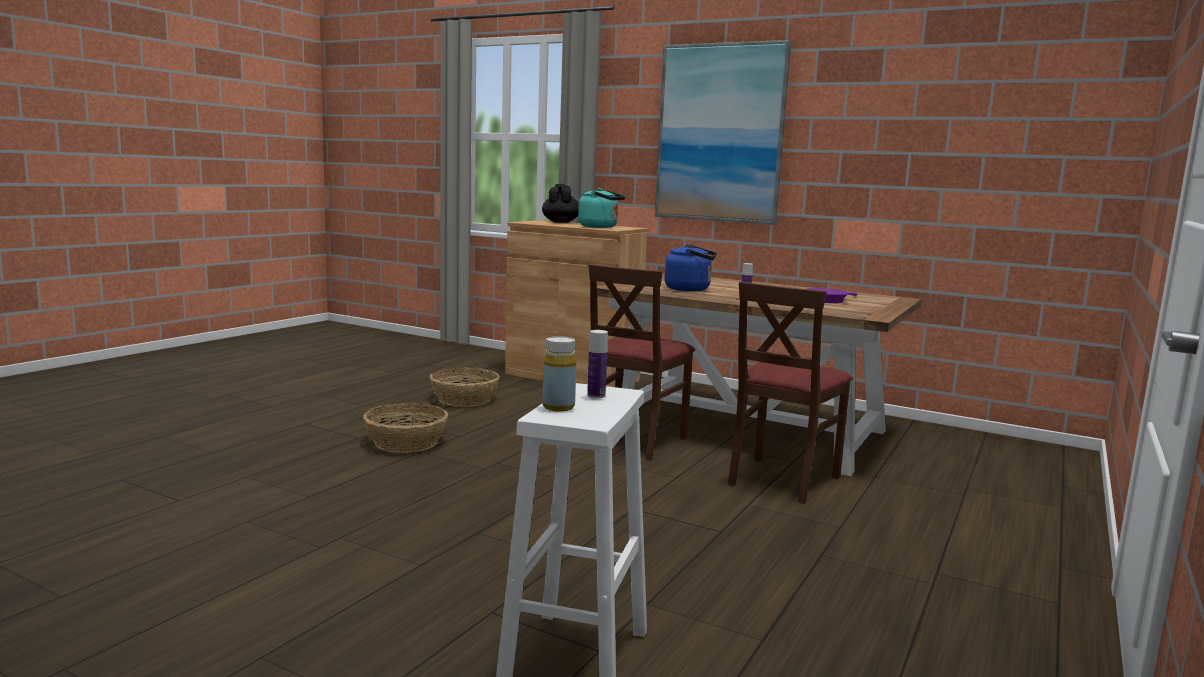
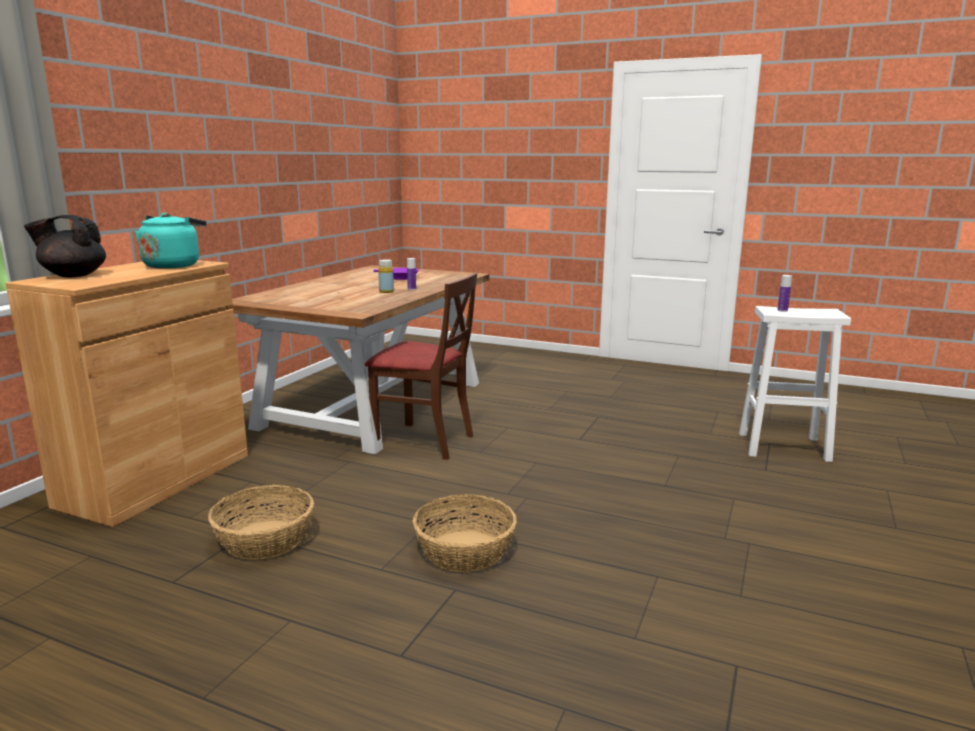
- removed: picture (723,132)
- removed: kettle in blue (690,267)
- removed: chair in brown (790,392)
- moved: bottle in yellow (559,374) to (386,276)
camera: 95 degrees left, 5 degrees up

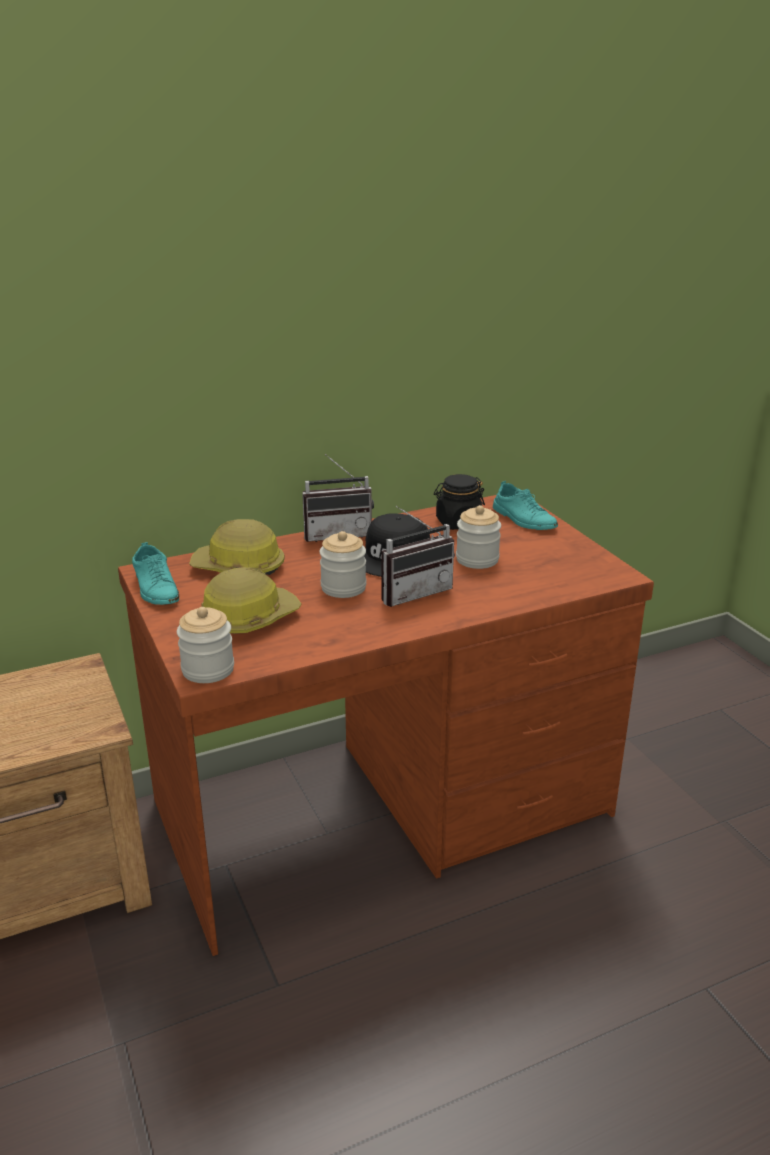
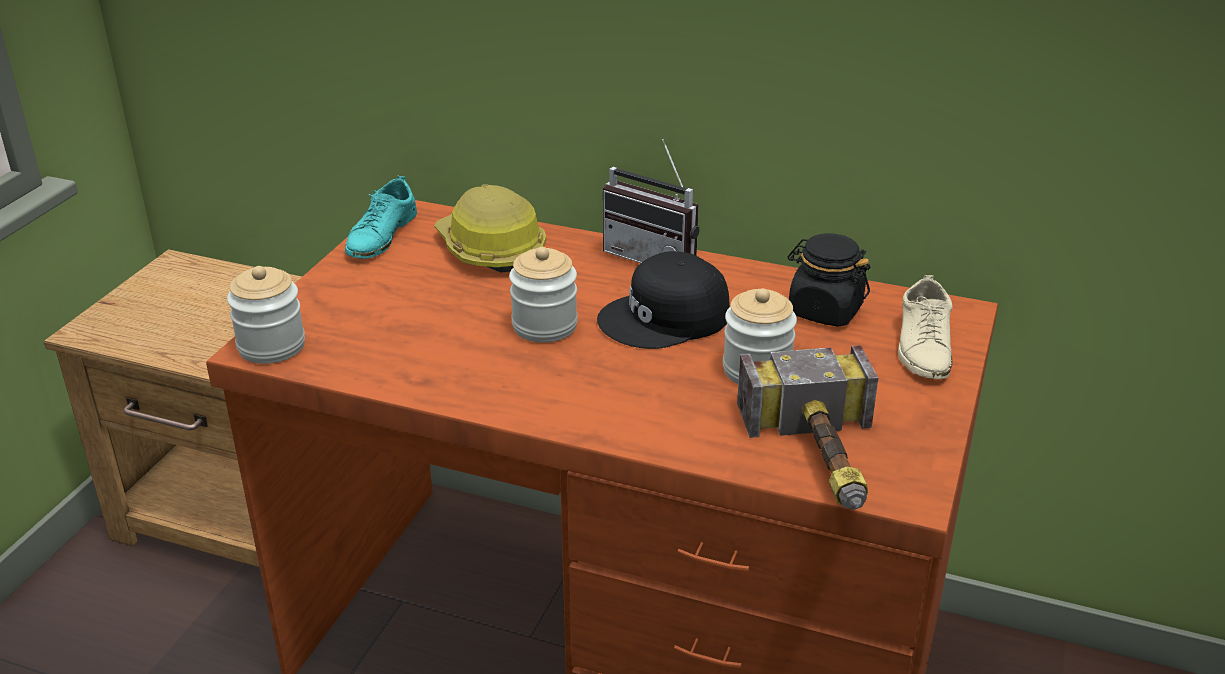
- removed: hard hat (251,600)
- removed: radio (418,556)
- added: hammer (807,427)
- recoloured: shoe in turquoise (525,505) to shoe in beige (925,327)
camera: 45 degrees right, 5 degrees up

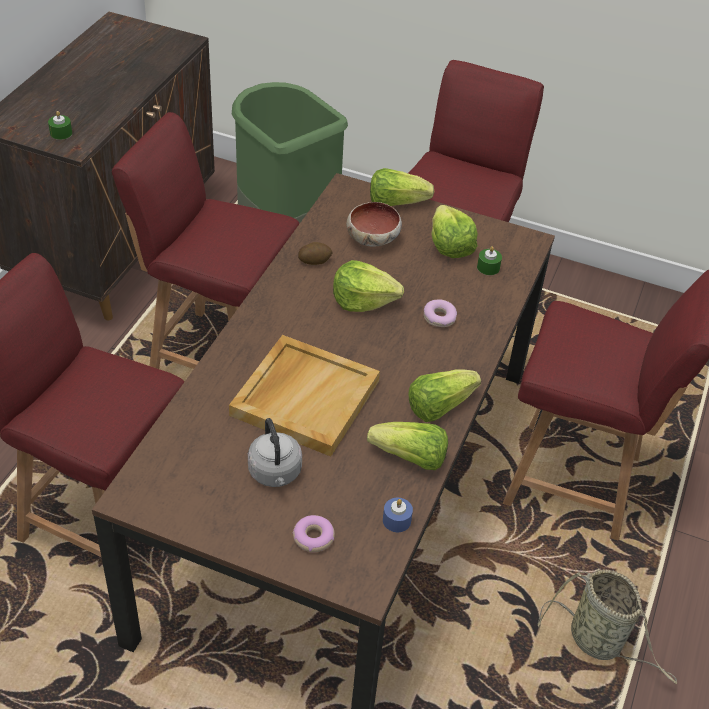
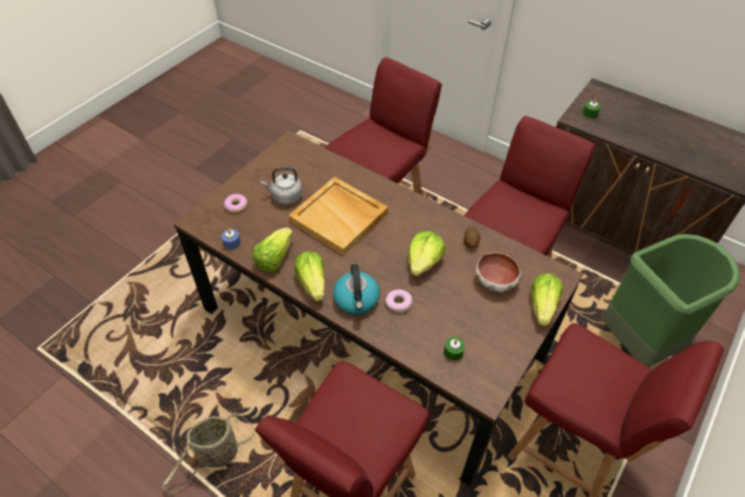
- removed: lettuce (454,231)
- added: kettle (356,289)
camera: 105 degrees right, 5 degrees up

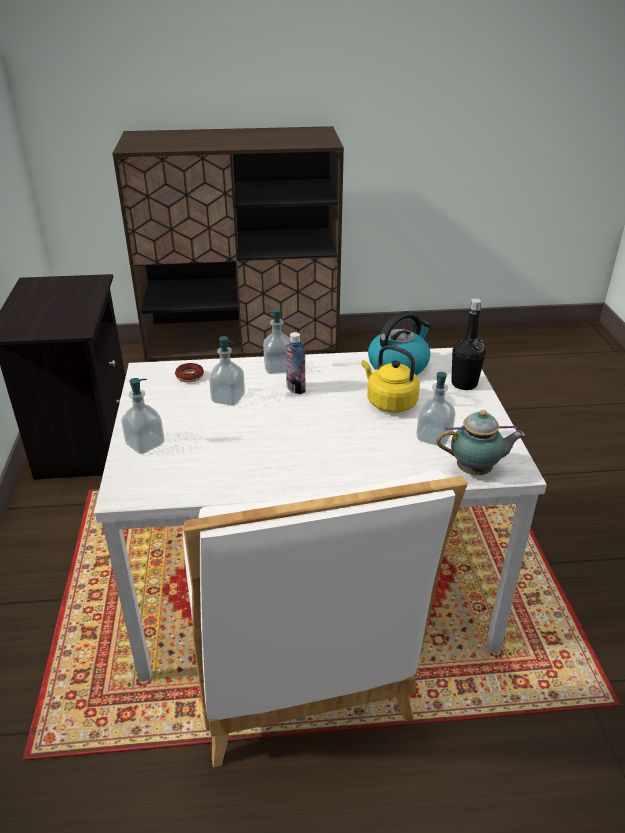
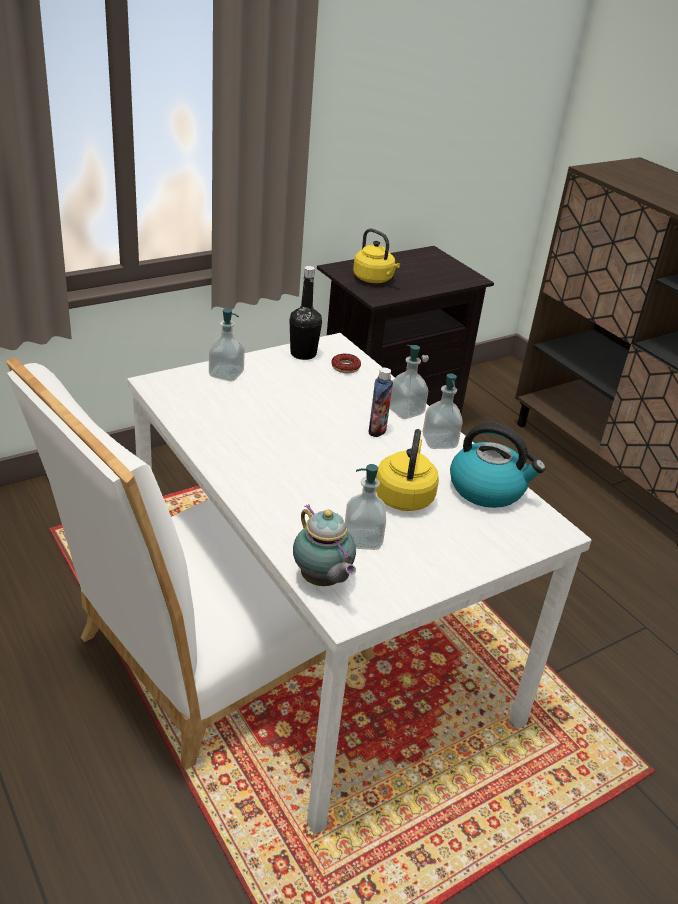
- added: kettle in yellow (376,256)
- moved: soap dispenser (227,371) to (443,411)
- moved: bottle in black (468,344) to (306,313)
camera: 60 degrees right, 0 degrees up

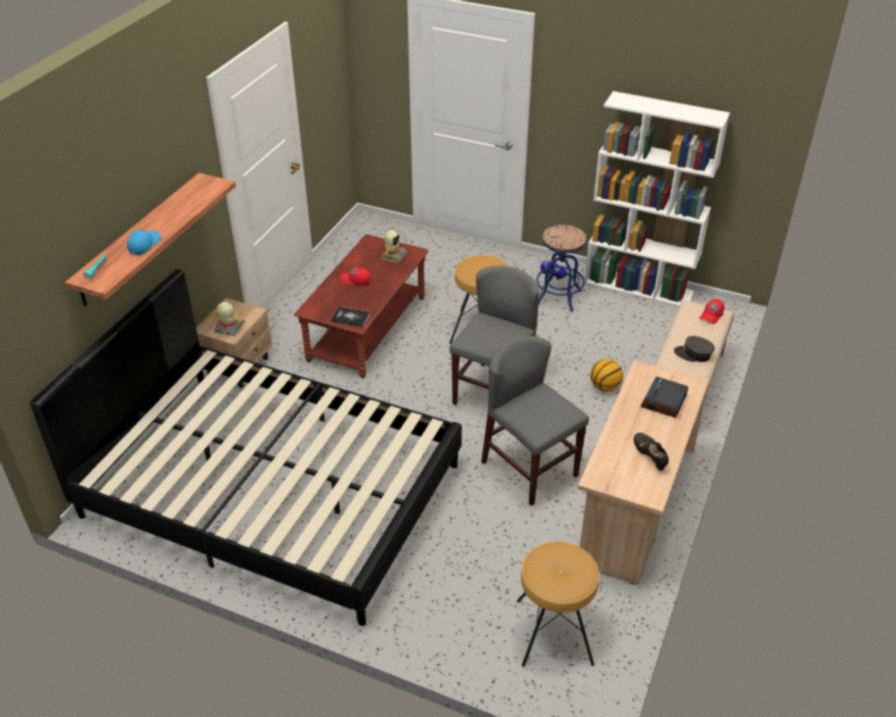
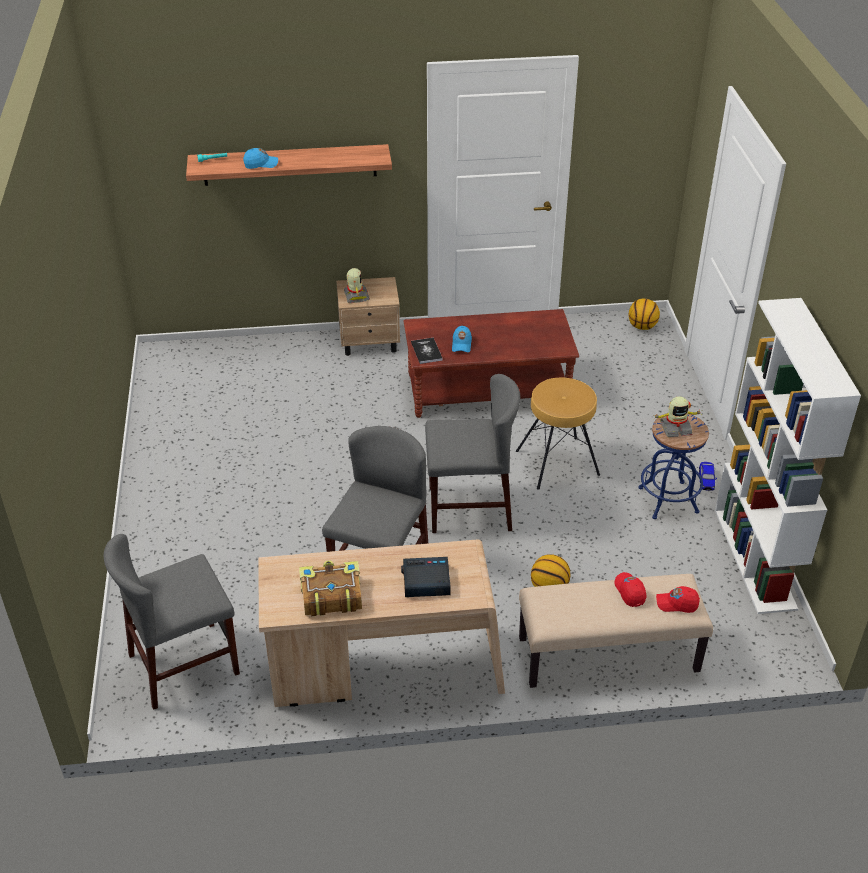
- removed: bed in black (246,447)
- removed: cap in grey (694,349)
- added: cap in blue (462,339)
- added: basketball (644,314)
- moved: cap in red (356,276) to (630,589)
- moved: toy robot (394,246) to (678,416)
- replaced: stool in brown (558,604) to chair in grey (172,622)
- replaced: shoe in black (651,452) to book (330,588)
camera: 60 degrees right, 0 degrees up

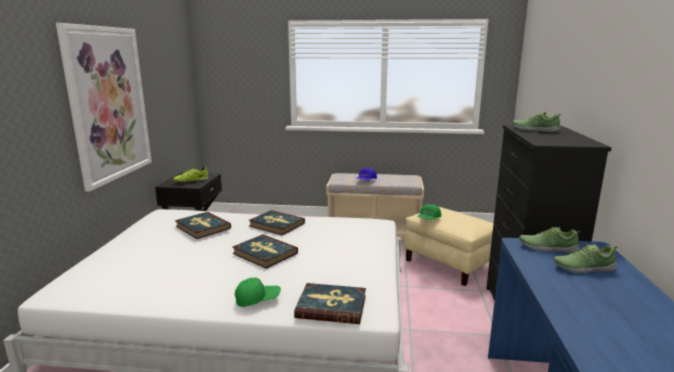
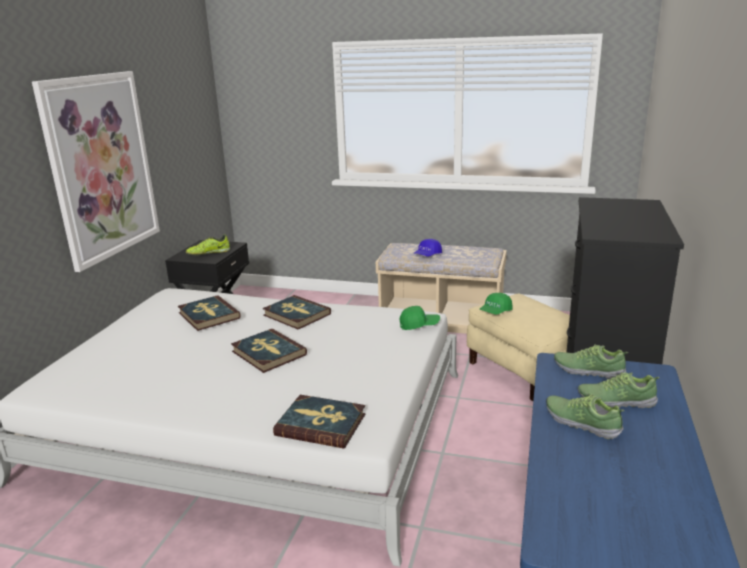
- moved: cap in green (258,292) to (420,318)
- moved: shoe (537,122) to (585,416)
camera: 10 degrees right, 5 degrees up

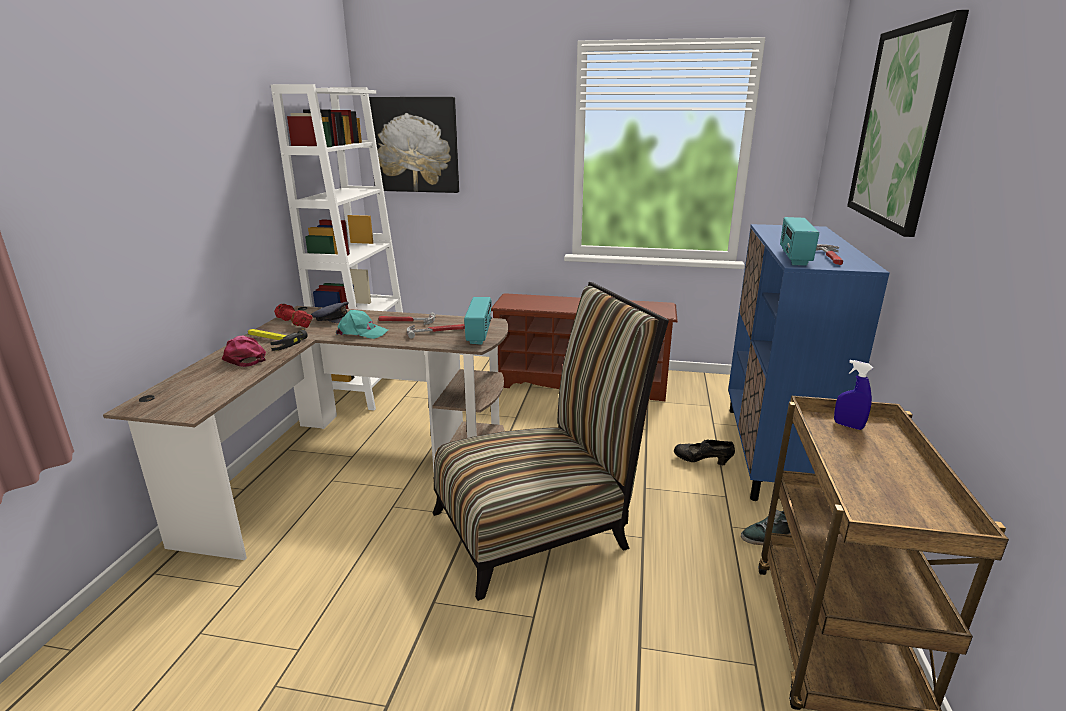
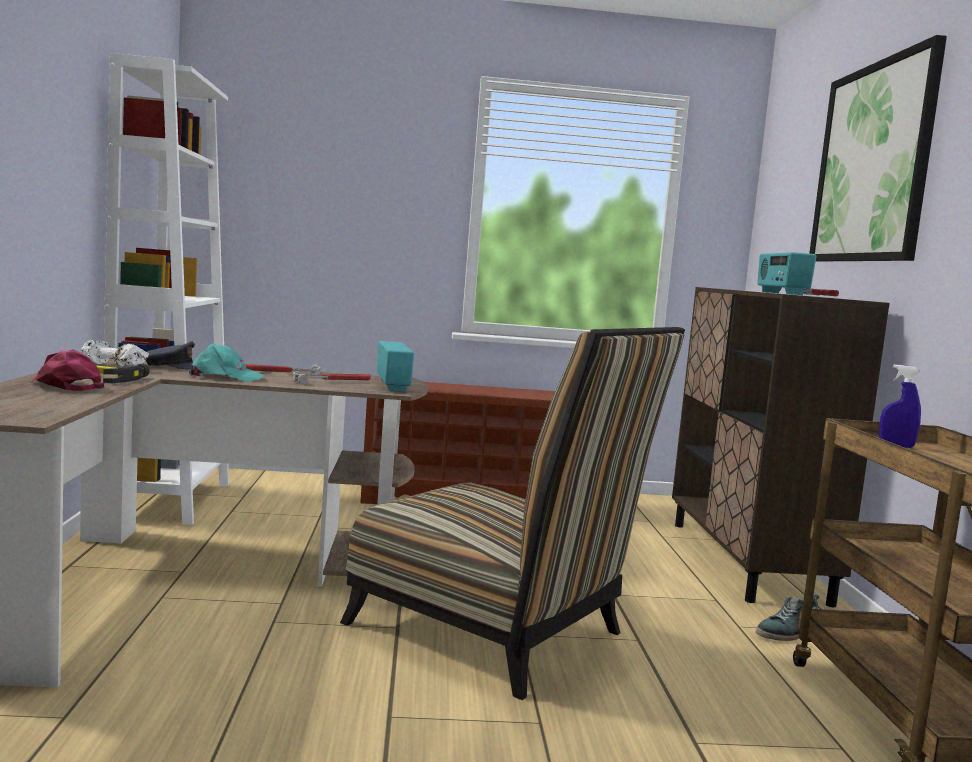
- removed: picture (414,145)
- removed: shoe in black (704,452)
- recoloured: dumbbell in red (293,316) to dumbbell in white (115,353)
- recoloured: cabinet in blue (809,362) to cabinet in brown (781,447)
- turned: chair (551,441) = (512,513) 75 degrees clockwise
camera: 15 degrees left, 15 degrees down

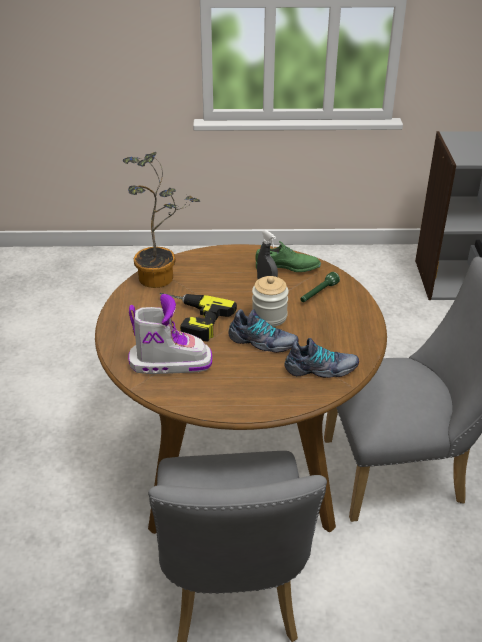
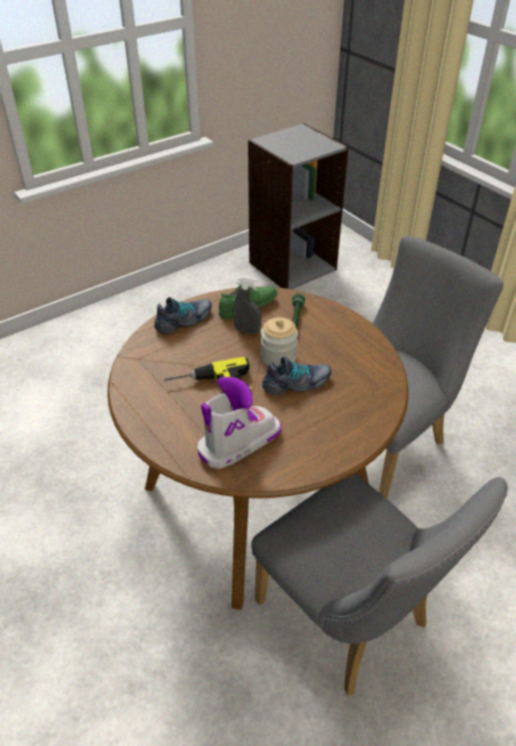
- removed: potted plant (161,220)
- moved: shoe (321,358) to (183,315)
camera: 35 degrees left, 5 degrees up

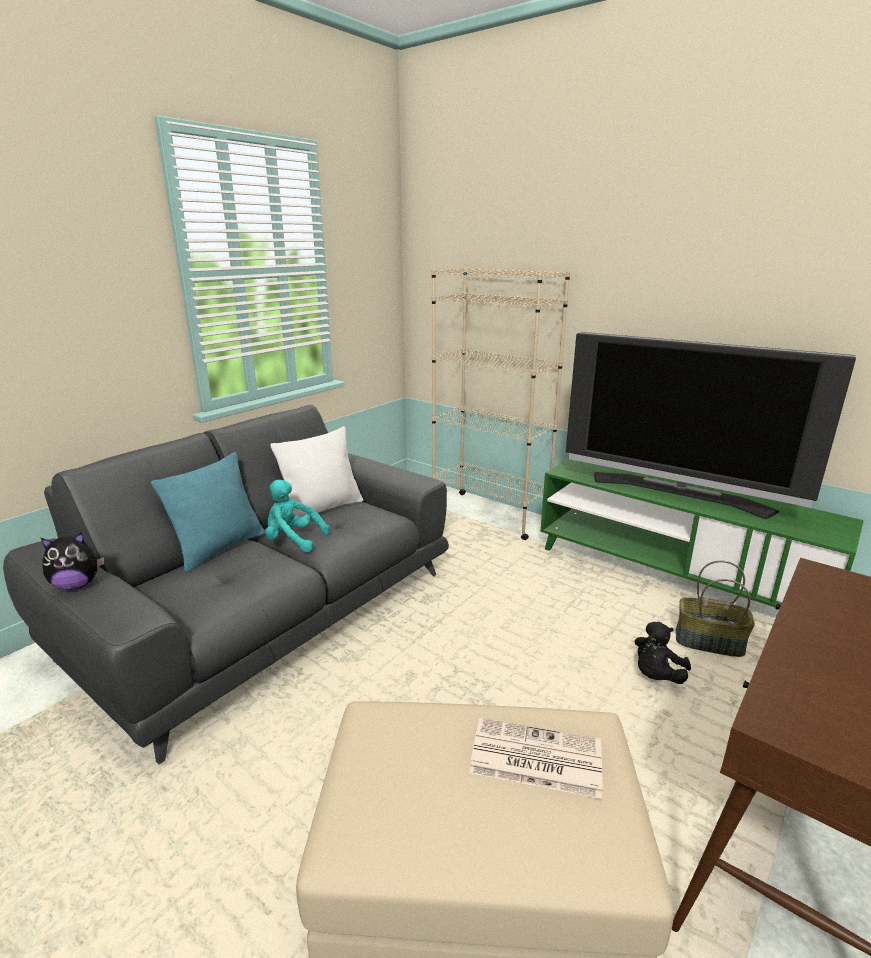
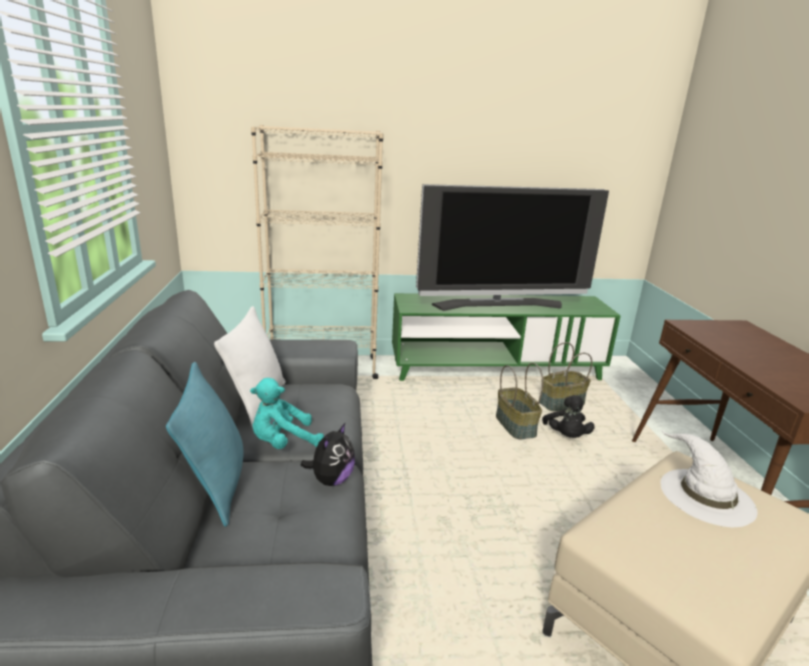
- added: basket (520,401)
- moved: plush toy (72,561) to (328,454)
- replaced: newspaper (535,758) to hat in white (709,478)
camera: 45 degrees left, 0 degrees up

